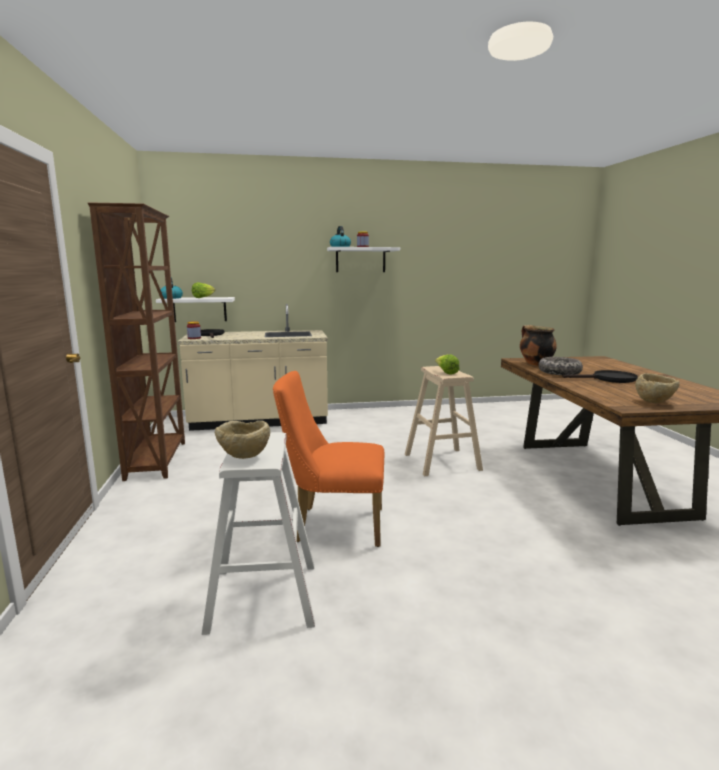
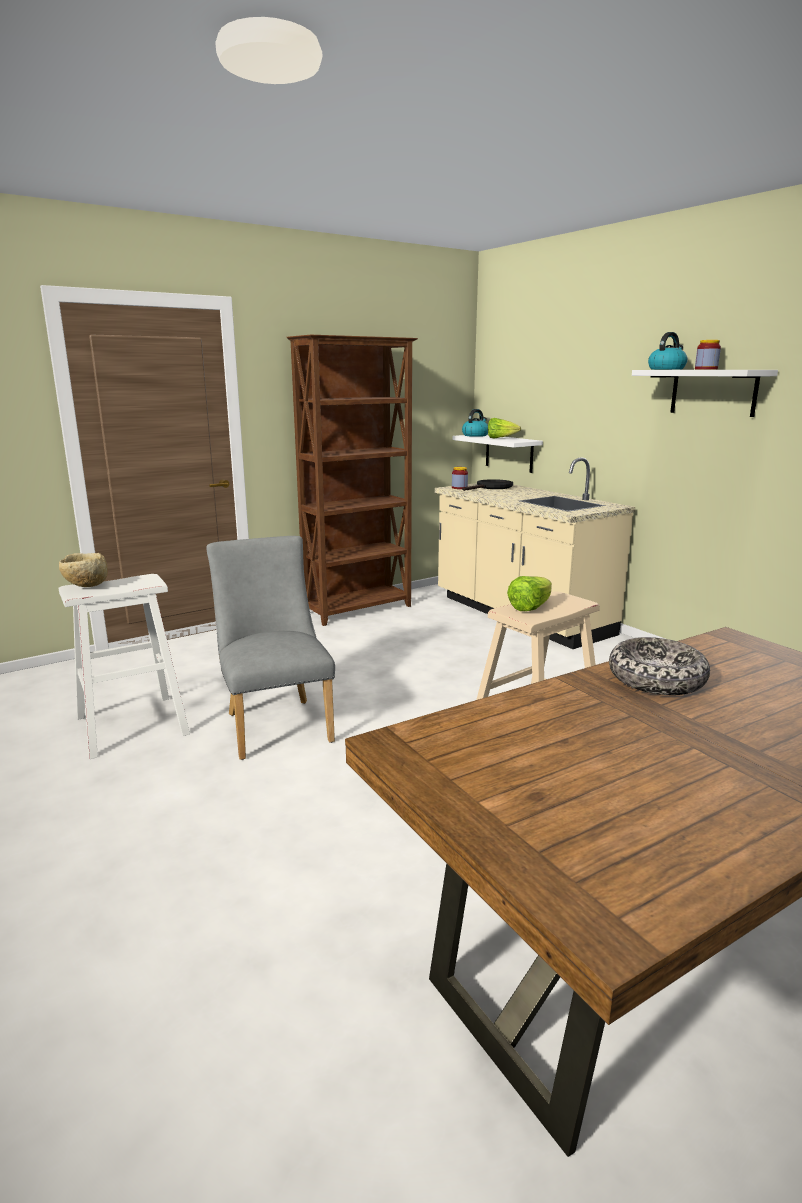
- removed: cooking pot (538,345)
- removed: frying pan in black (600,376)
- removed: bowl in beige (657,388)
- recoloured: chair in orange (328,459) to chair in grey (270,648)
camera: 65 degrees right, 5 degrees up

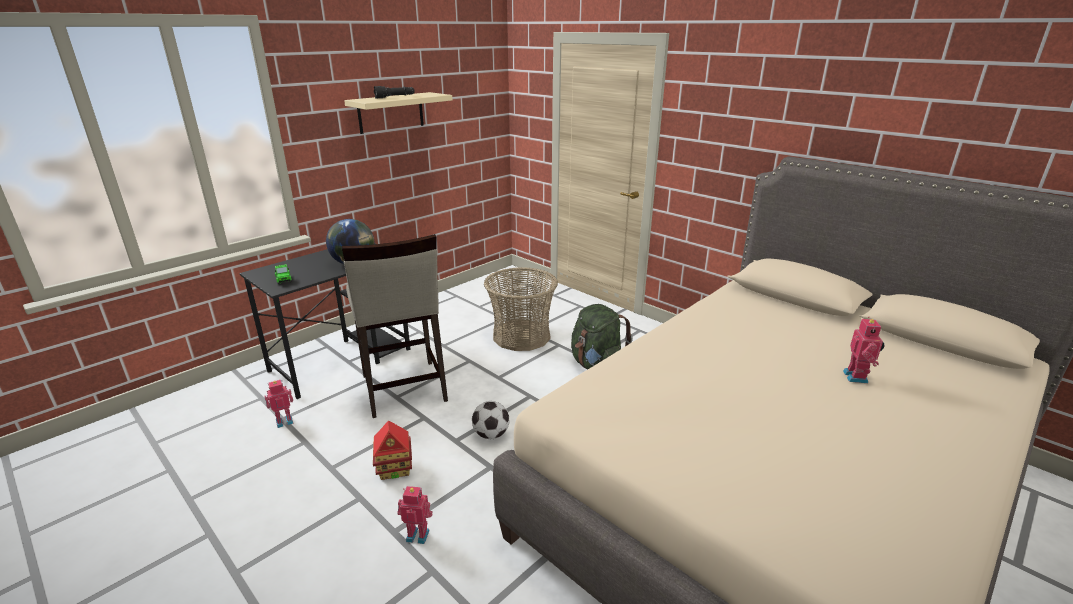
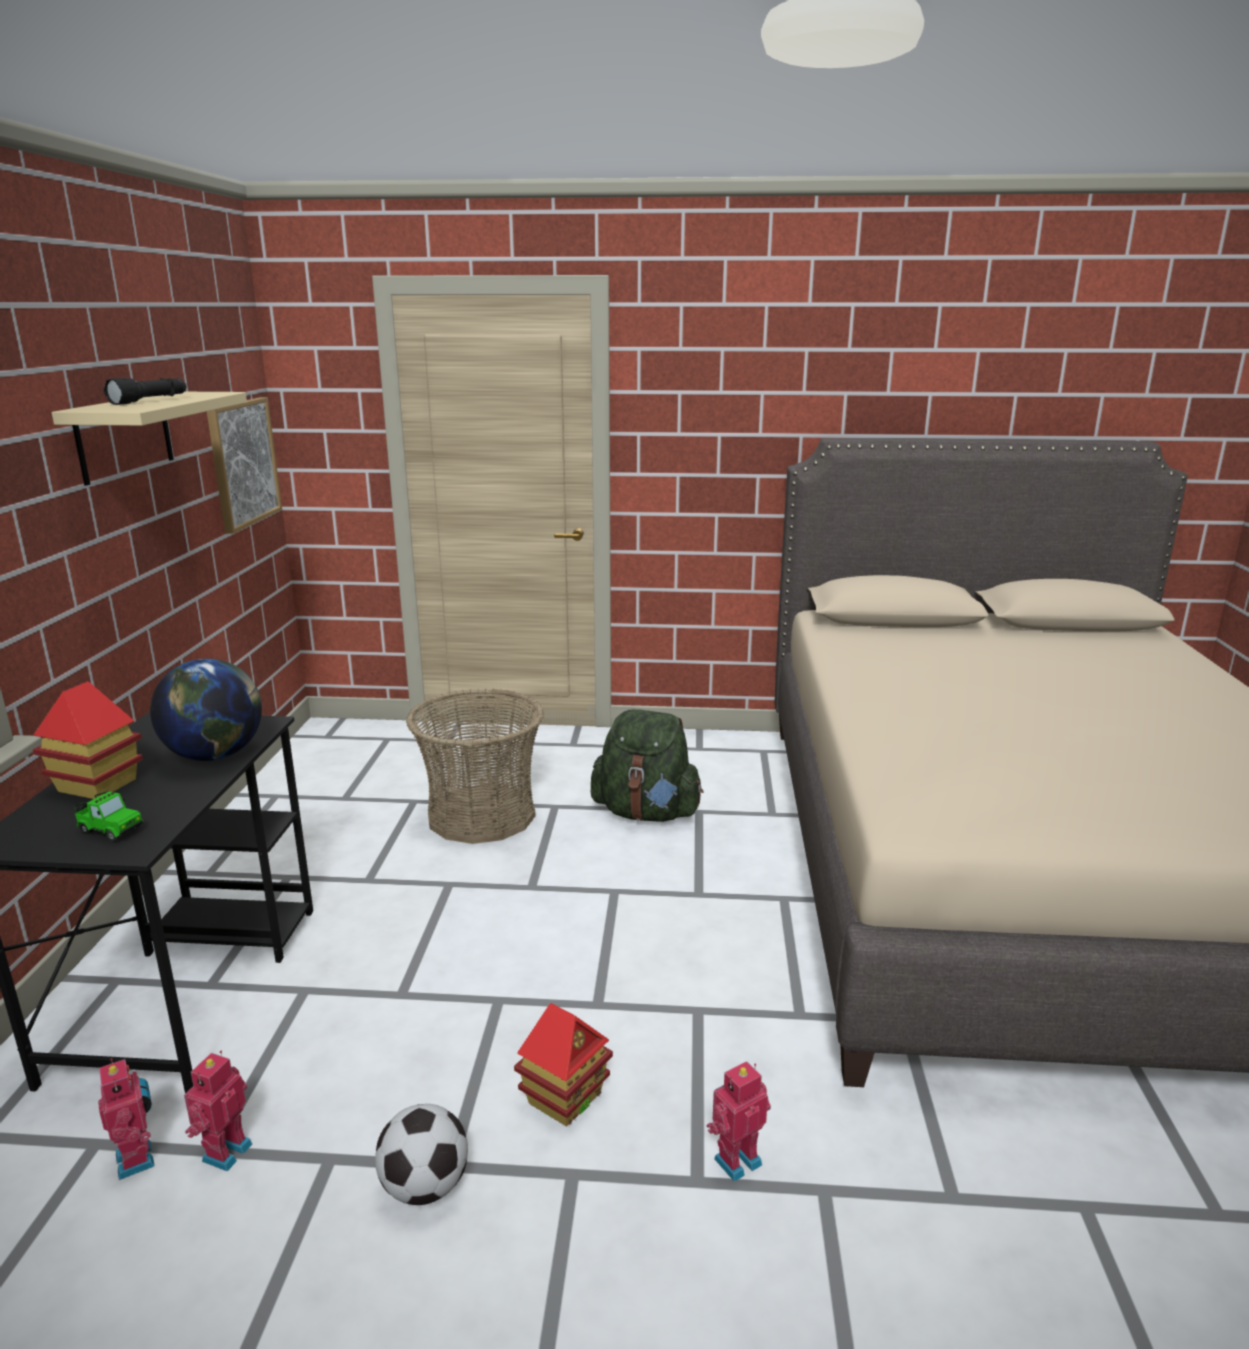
- removed: stool in beige (395,326)
- added: toy house (88,740)
- added: picture (244,465)
- moved: football (490,420) to (421,1154)
- moved: toy robot (864,349) to (126,1119)
camera: 40 degrees left, 5 degrees down

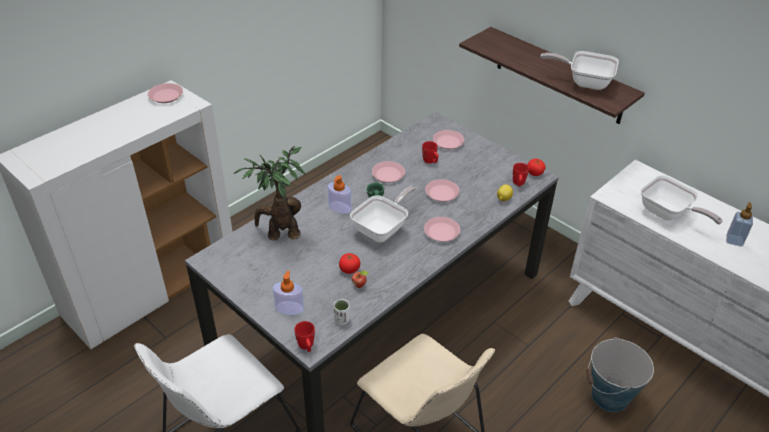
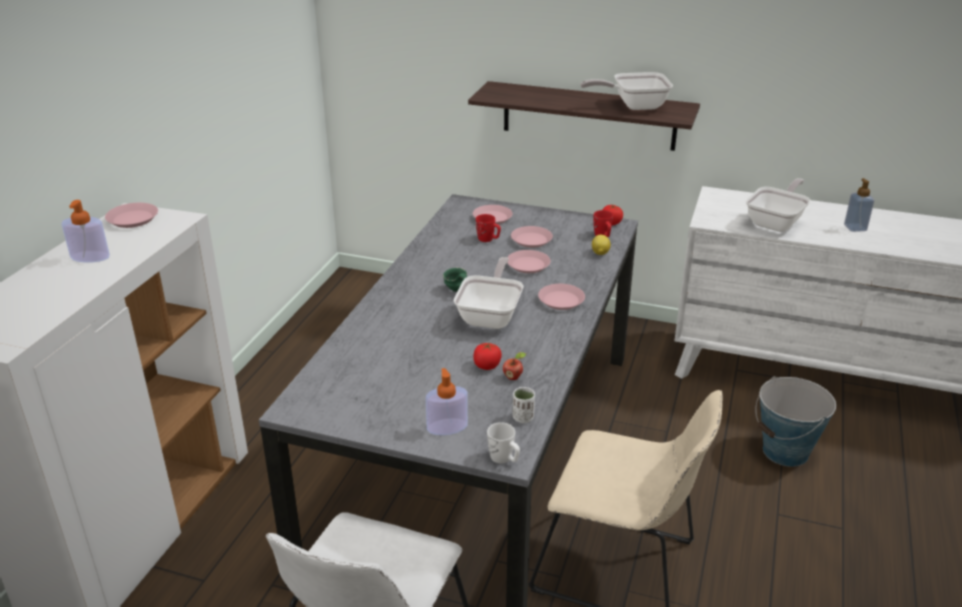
- removed: potted plant (270,193)
- moved: soap dispenser (339,194) to (85,231)
- moved: plate in pink (388,172) to (532,237)
- recoloured: mug in red (304,336) to mug in white (503,442)
- turned: frying pan (682,200) = (778,205) 75 degrees counterclockwise
camera: 25 degrees left, 10 degrees down

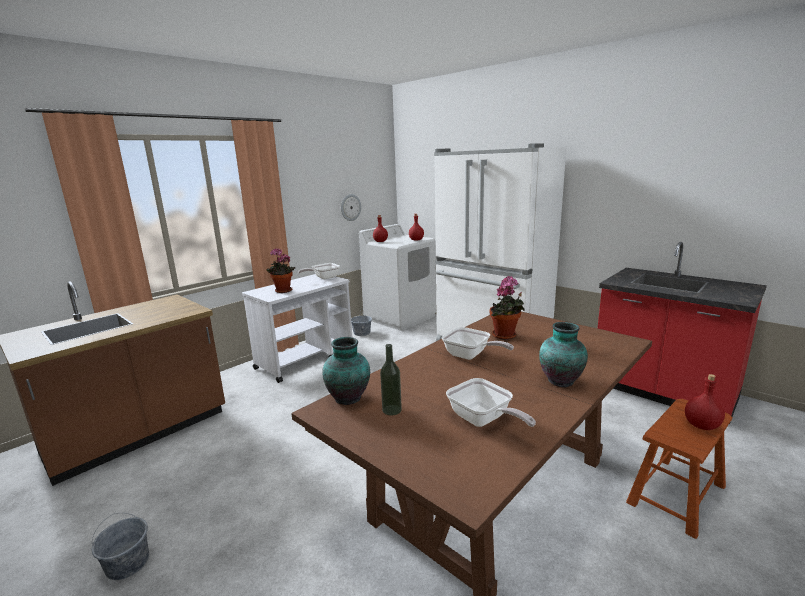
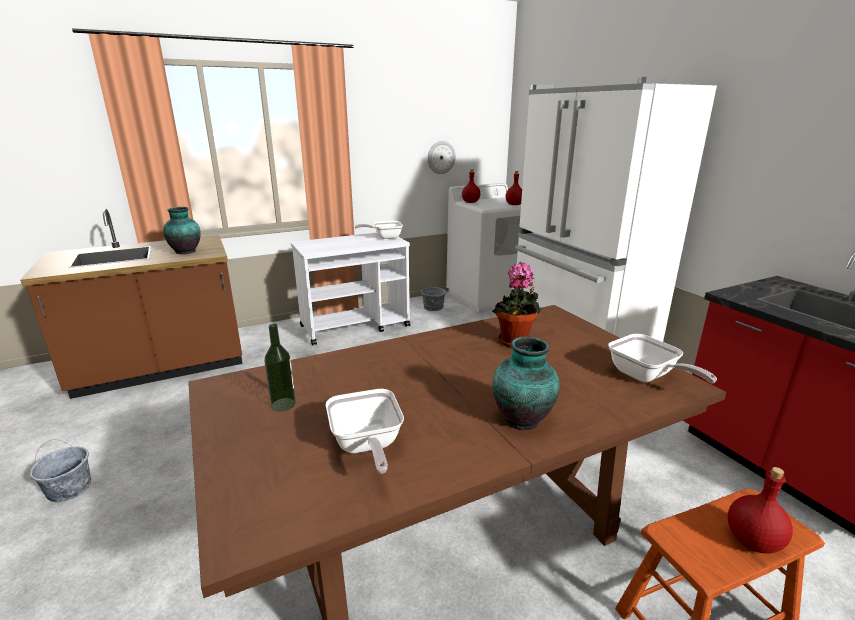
- removed: potted plant (281,270)
- moved: vase (346,371) to (182,230)
- moved: frying pan (478,343) to (662,358)
camera: 20 degrees right, 5 degrees up

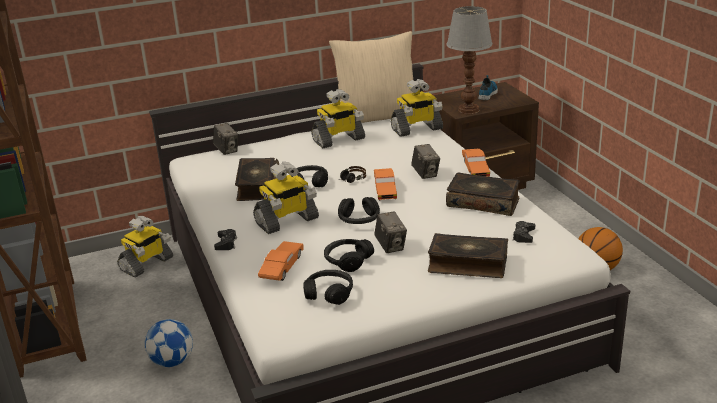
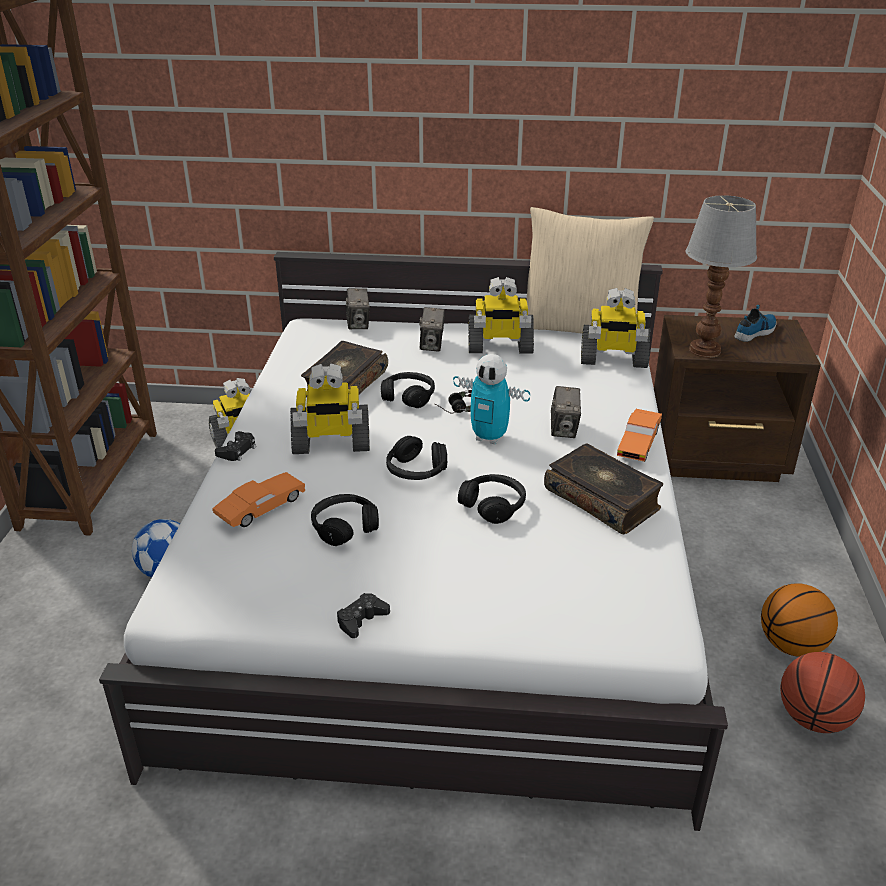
- removed: book (468,255)
- added: basketball (822,692)
- moved: headphones in black (328,287) to (492,499)
- moved: photo camera (390,232) to (432,329)
- moved: game controller in black (524,232) to (363,615)
- replaced: toy car in orange (385,184) to toy robot (491,399)
camera: 25 degrees right, 5 degrees up

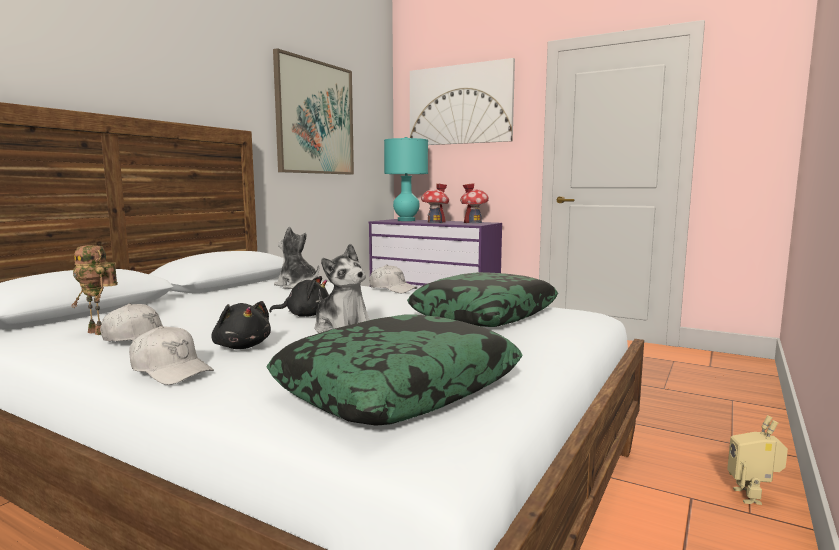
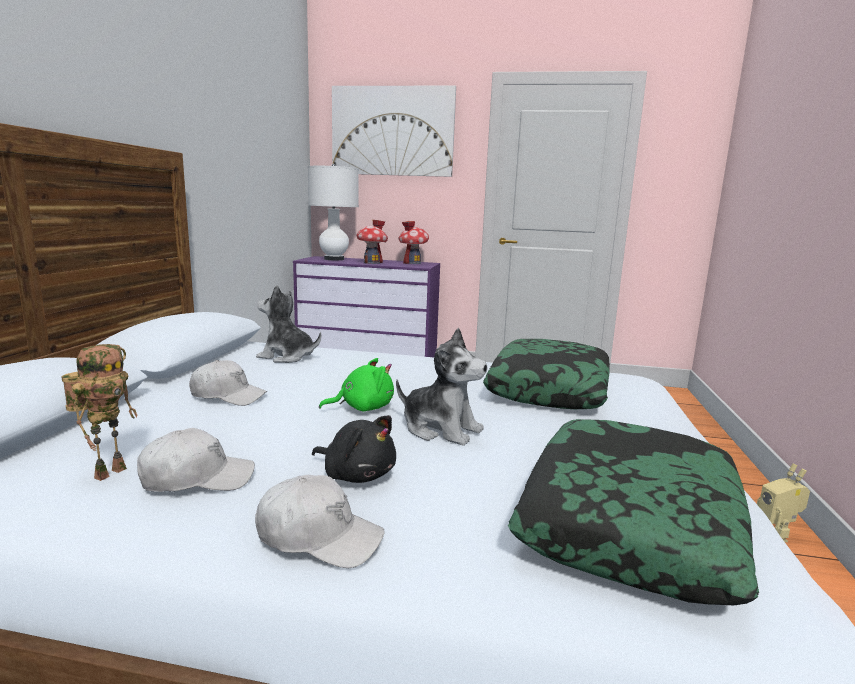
- removed: picture (313,111)
- moved: cap in white (393,279) to (228,383)
- recoloured: plush toy in black (299,296) to plush toy in green (356,385)
- recoloured: table lamp in turquoise (406,179) to table lamp in white (333,212)
- turned: toy robot (94,290) = (99,412) 75 degrees counterclockwise
camera: 20 degrees left, 5 degrees up

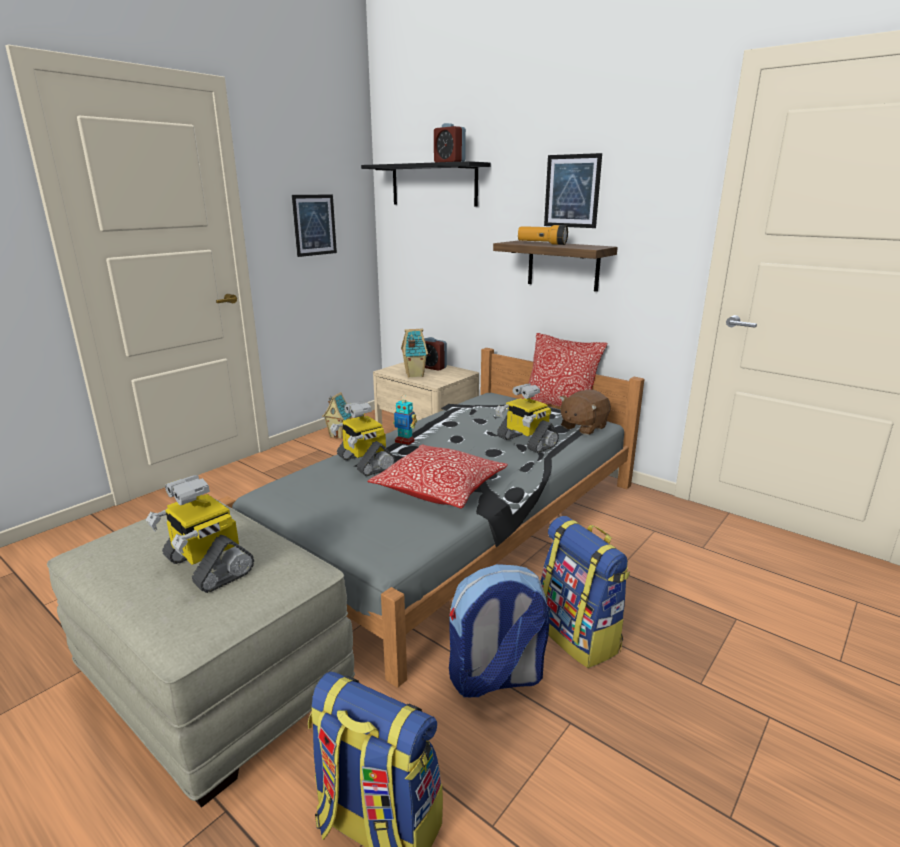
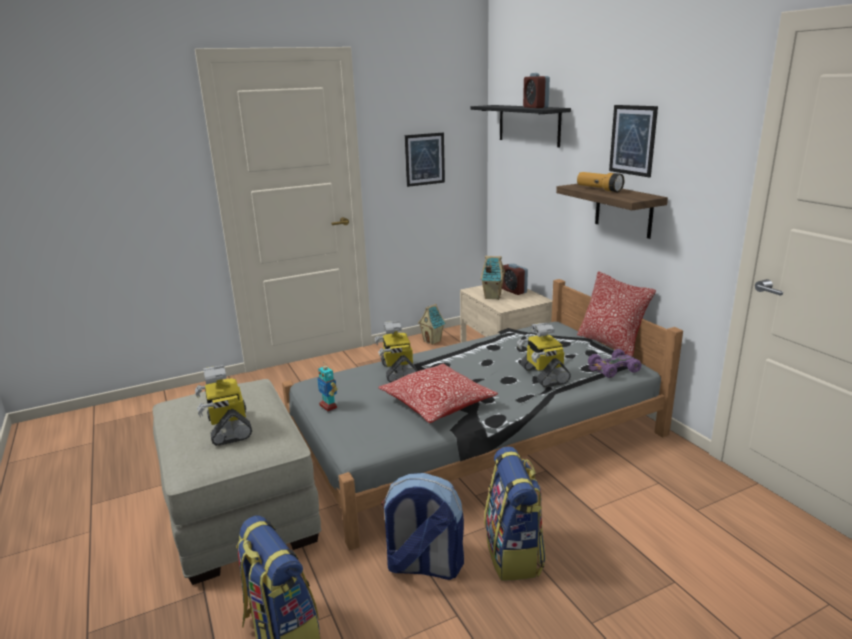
- moved: toy robot (405,421) to (327,389)
- replaced: plush toy in brown (585,412) to toy car in purple (615,363)
camera: 25 degrees right, 0 degrees up

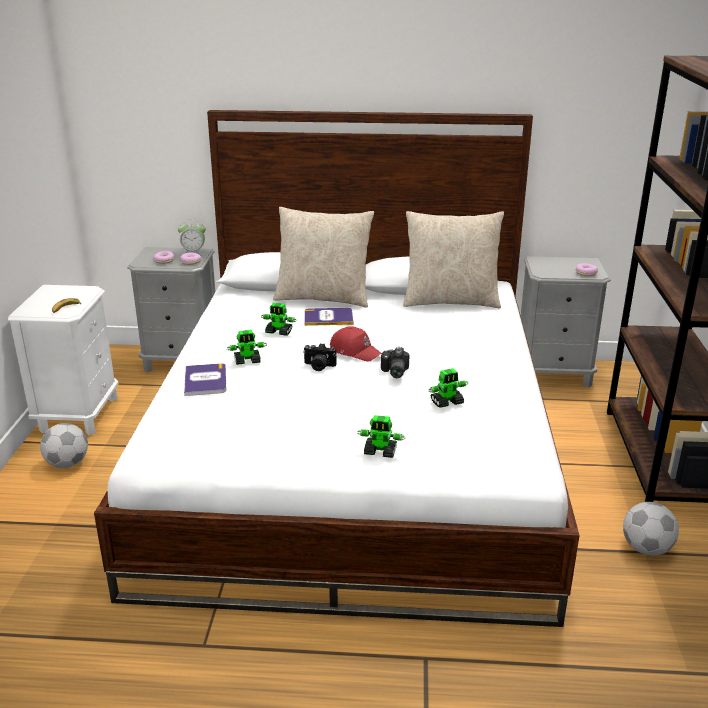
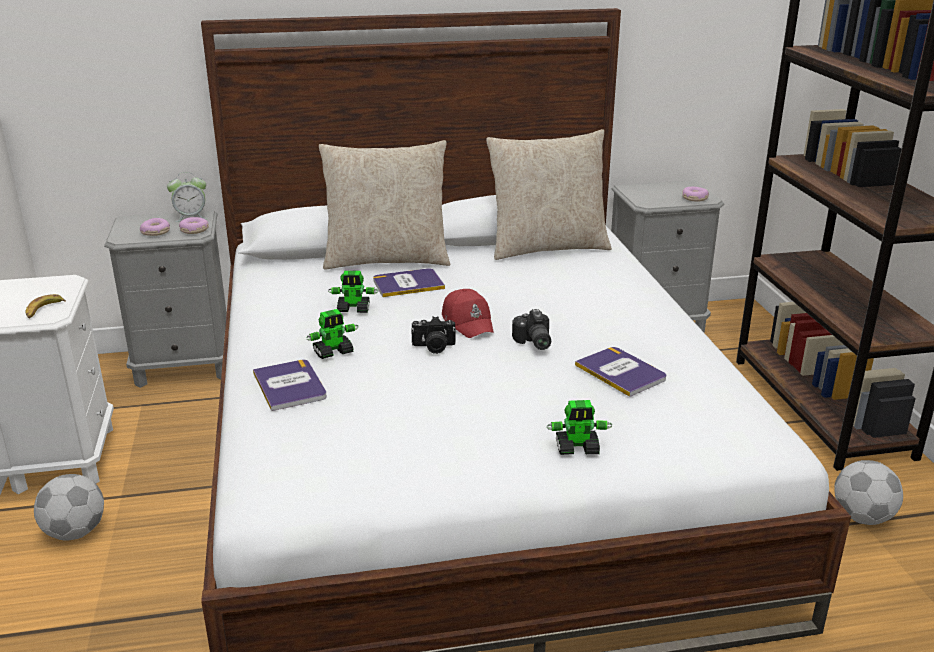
- replaced: toy robot (448,388) to book (620,372)
- turned: cap in red (356,344) = (468,313) 45 degrees clockwise
camera: 15 degrees left, 0 degrees up

